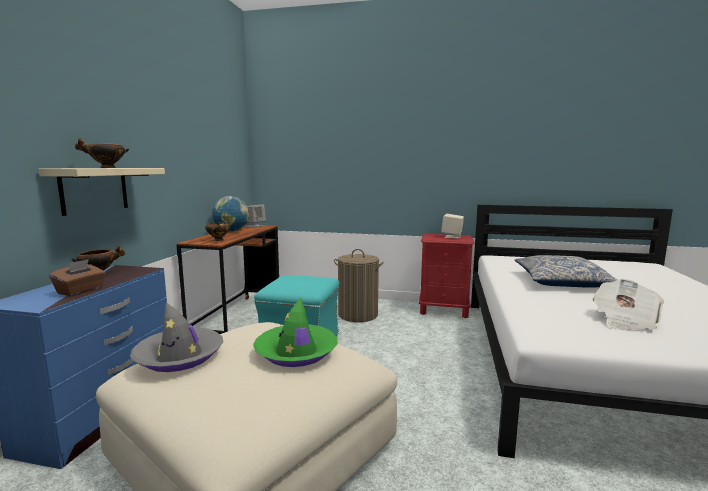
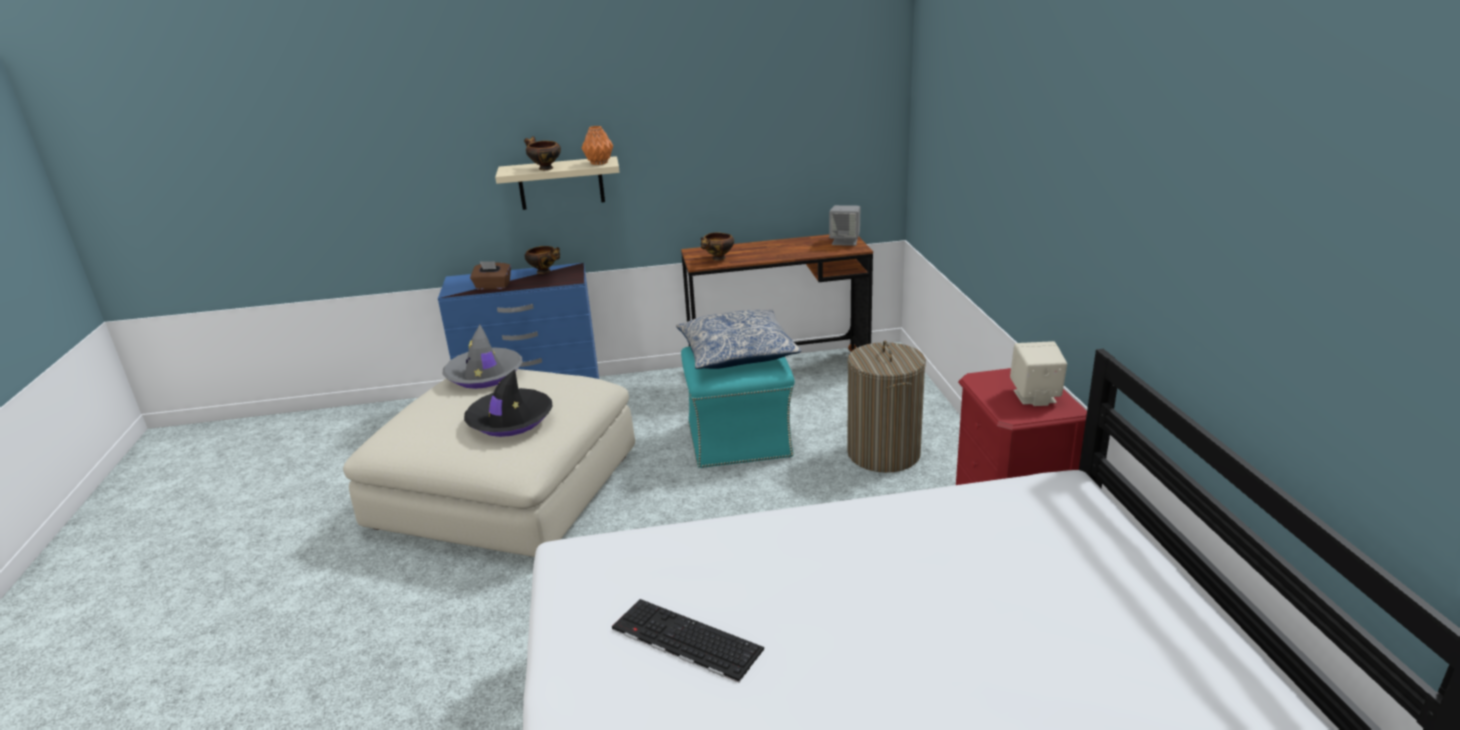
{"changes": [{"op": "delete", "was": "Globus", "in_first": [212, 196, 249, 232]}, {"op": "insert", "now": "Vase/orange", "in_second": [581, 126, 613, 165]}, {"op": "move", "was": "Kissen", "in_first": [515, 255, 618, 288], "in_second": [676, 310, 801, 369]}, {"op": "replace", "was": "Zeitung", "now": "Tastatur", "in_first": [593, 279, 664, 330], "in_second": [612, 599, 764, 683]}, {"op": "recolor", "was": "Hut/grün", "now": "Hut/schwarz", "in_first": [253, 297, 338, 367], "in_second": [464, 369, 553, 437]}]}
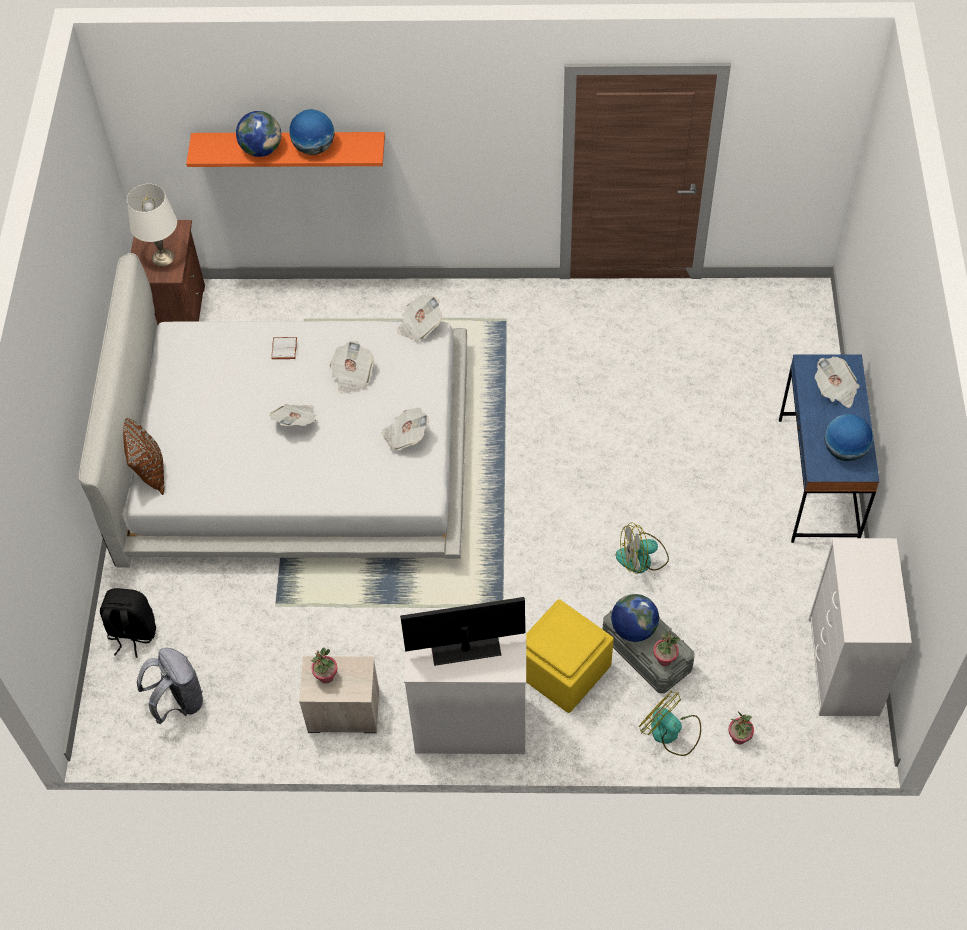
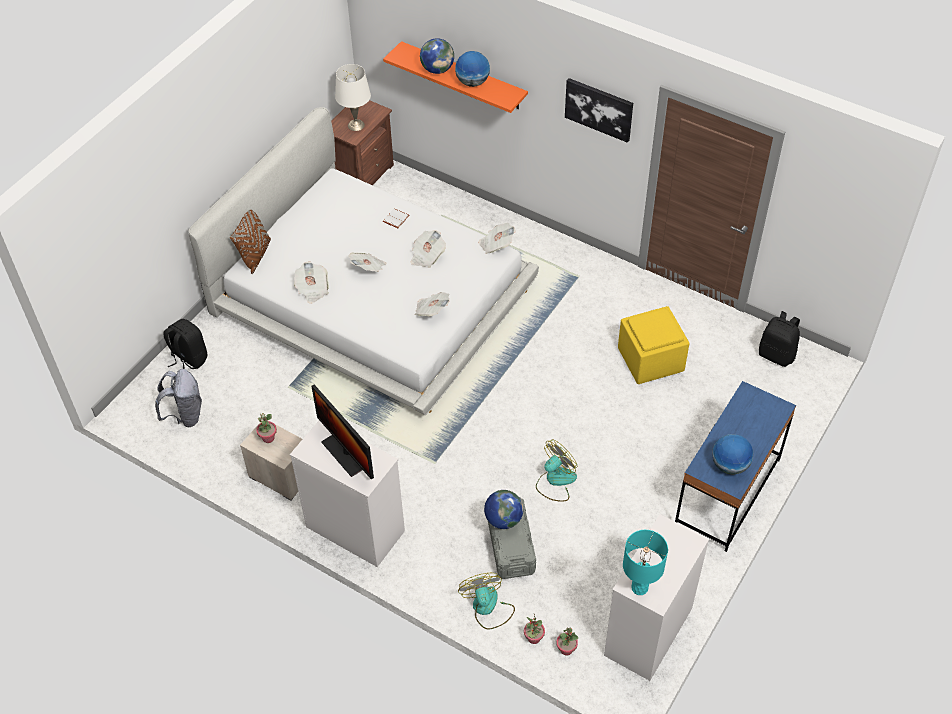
{"changes": [{"op": "insert", "now": "Bild", "in_second": [565, 78, 633, 143]}, {"op": "insert", "now": "Tischlampe/türkis", "in_second": [623, 530, 668, 595]}, {"op": "insert", "now": "Rucksack/schwarz", "in_second": [759, 311, 800, 367]}, {"op": "move", "was": "Polsterhocker/gelb", "in_first": [526, 599, 614, 713], "in_second": [618, 306, 689, 384]}, {"op": "move", "was": "Topfpflanze", "in_first": [653, 632, 680, 666], "in_second": [556, 627, 578, 655]}, {"op": "move", "was": "Zeitung", "in_first": [815, 357, 860, 408], "in_second": [294, 261, 329, 304]}, {"op": "rotate", "was": "Monitor", "in_first": [400, 597, 525, 666], "in_second": [311, 385, 374, 479], "clockwise": -150}, {"op": "rotate", "was": "Ventilator", "in_first": [616, 522, 669, 574], "in_second": [536, 439, 577, 502], "clockwise": 120}]}
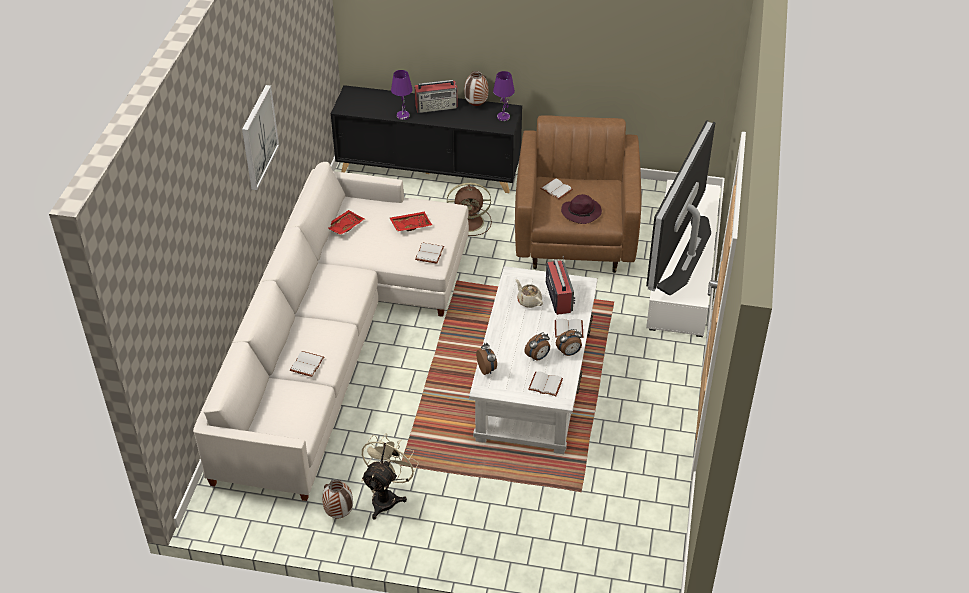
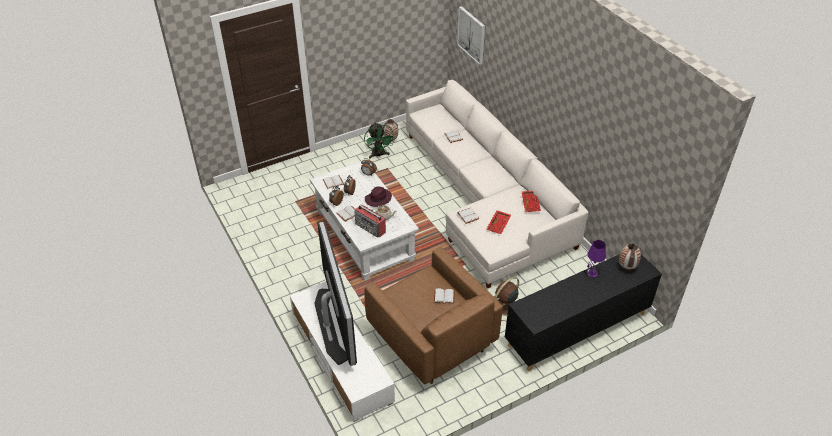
{"changes": [{"op": "delete", "was": "Radio", "in_first": [415, 80, 458, 113]}, {"op": "delete", "was": "Tischlampe/lila", "in_first": [493, 71, 515, 121]}, {"op": "move", "was": "Bild", "in_first": [242, 85, 279, 190], "in_second": [457, 6, 485, 65]}, {"op": "move", "was": "Vase", "in_first": [464, 71, 488, 106], "in_second": [619, 243, 641, 270]}, {"op": "move", "was": "Hut/lila", "in_first": [561, 194, 602, 224], "in_second": [365, 187, 392, 207]}, {"op": "recolor", "was": "Ventilator/beige", "now": "Ventilator/grün", "in_first": [361, 433, 419, 519], "in_second": [364, 122, 395, 159]}]}
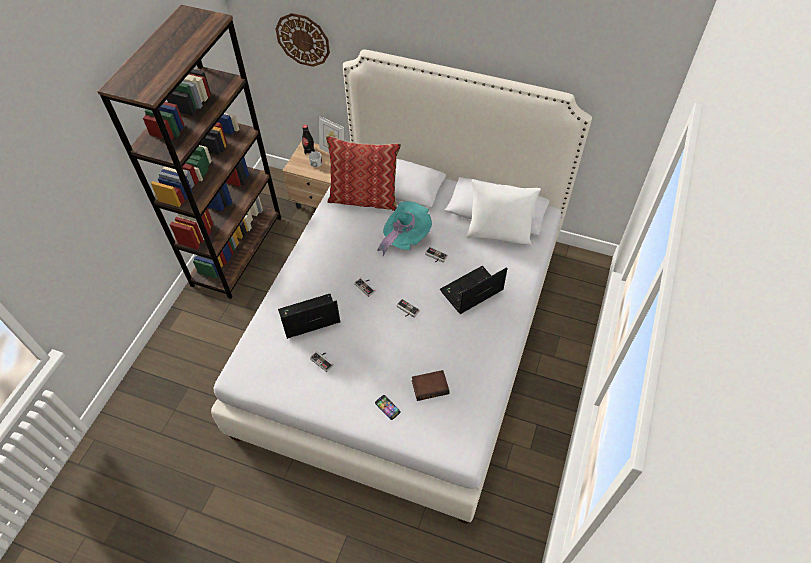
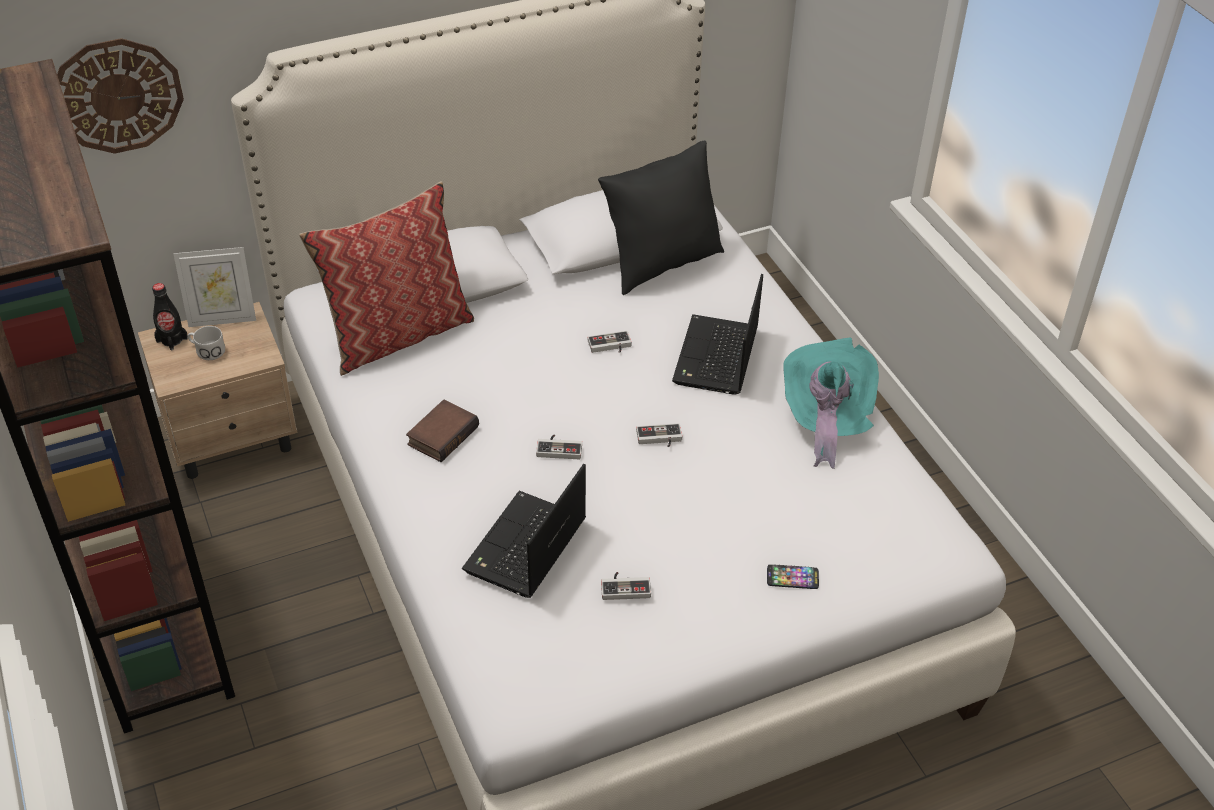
{"changes": [{"op": "move", "was": "Hut/türkis", "in_first": [377, 201, 432, 256], "in_second": [783, 338, 879, 469]}, {"op": "move", "was": "Buch", "in_first": [412, 370, 449, 401], "in_second": [406, 400, 479, 462]}, {"op": "recolor", "was": "Kissen/weiß", "now": "Kissen/schwarz", "in_first": [466, 179, 541, 246], "in_second": [598, 141, 724, 295]}]}
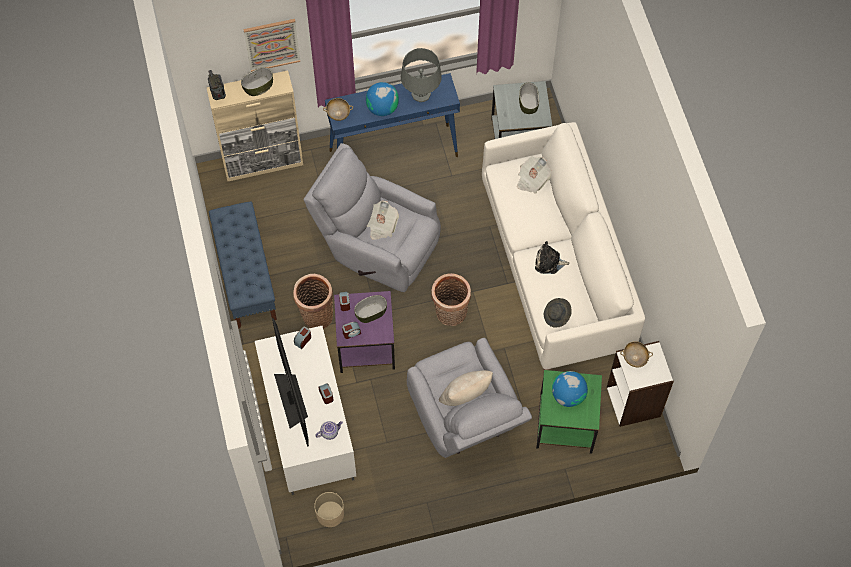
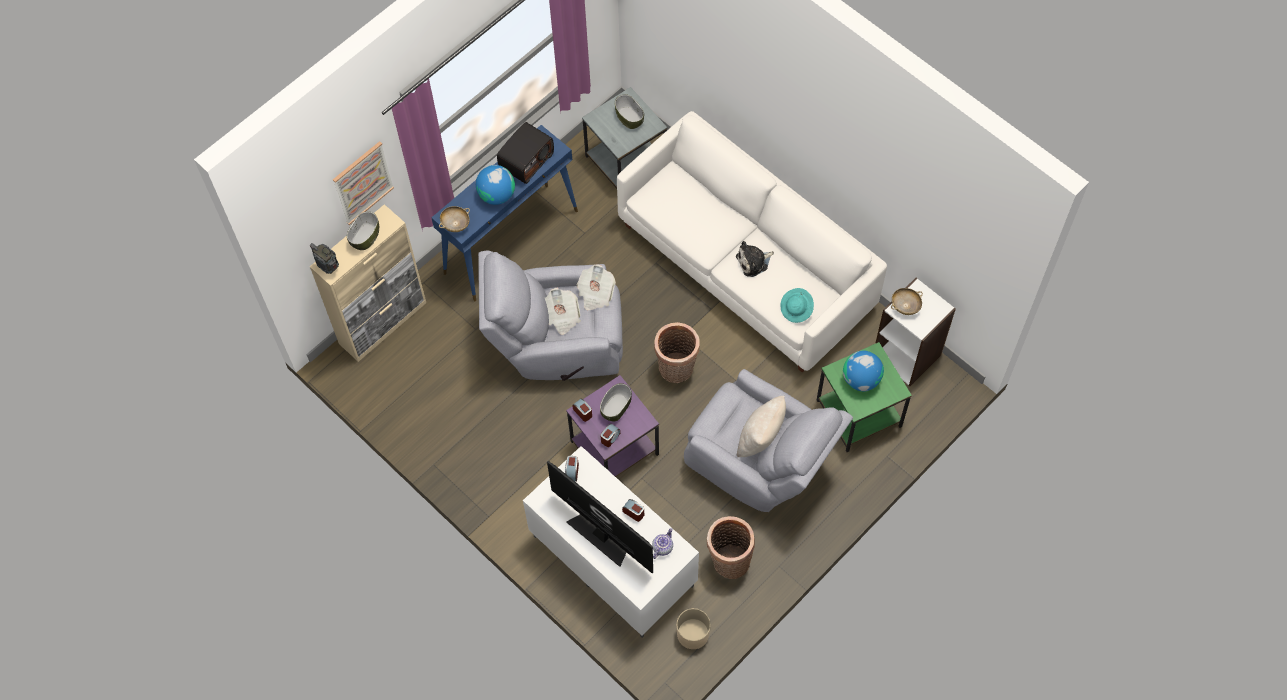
{"changes": [{"op": "delete", "was": "Bank/blau", "in_first": [209, 201, 277, 329]}, {"op": "move", "was": "Korb", "in_first": [293, 274, 333, 329], "in_second": [706, 516, 755, 579]}, {"op": "move", "was": "Zeitung", "in_first": [517, 157, 551, 194], "in_second": [577, 264, 616, 311]}, {"op": "replace", "was": "Tischlampe/grau", "now": "Radio", "in_first": [401, 48, 442, 102], "in_second": [497, 122, 554, 184]}, {"op": "recolor", "was": "Hut/grau", "now": "Hut/türkis", "in_first": [544, 298, 572, 328], "in_second": [781, 288, 814, 323]}]}
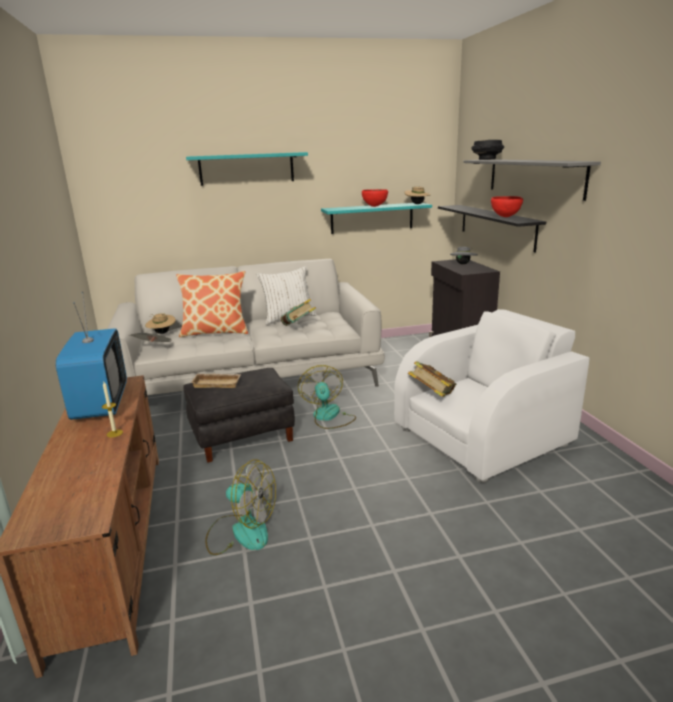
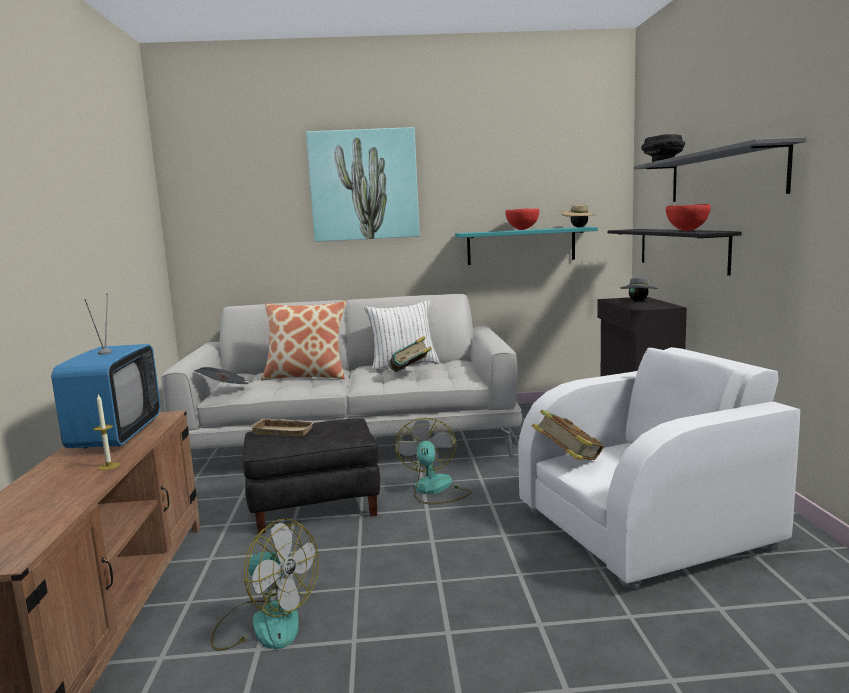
{"changes": [{"op": "delete", "was": "Hut/beige", "in_first": [145, 313, 176, 334]}, {"op": "replace", "was": "Wandregal/türkis", "now": "Bild", "in_first": [186, 152, 308, 186], "in_second": [306, 127, 420, 242]}]}
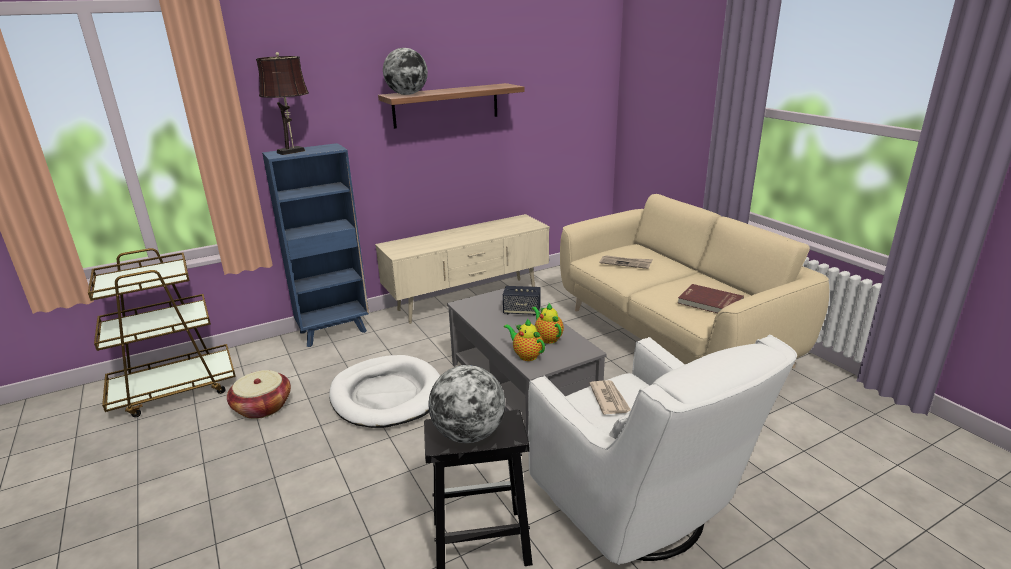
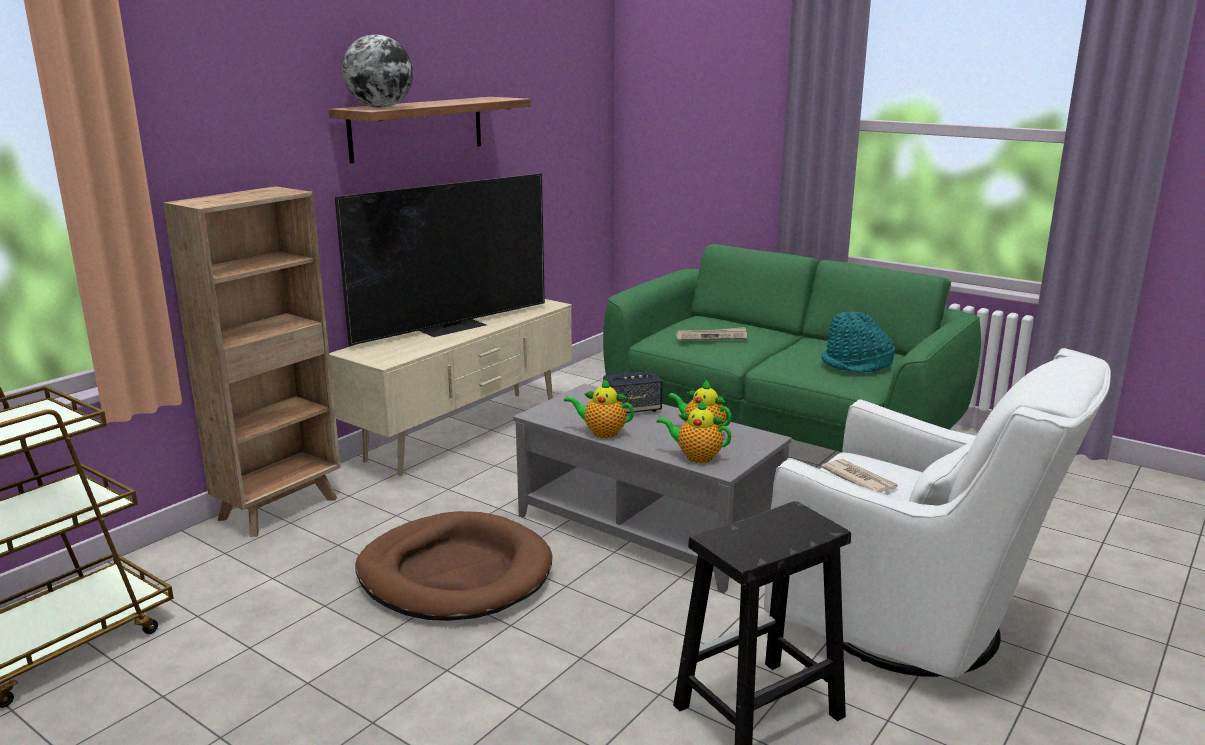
{"changes": [{"op": "delete", "was": "Korb", "in_first": [227, 370, 291, 419]}, {"op": "delete", "was": "Tischlampe/braun", "in_first": [256, 52, 309, 155]}, {"op": "delete", "was": "Globus", "in_first": [429, 365, 505, 443]}, {"op": "insert", "now": "Fernseher", "in_second": [335, 173, 545, 346]}, {"op": "insert", "now": "Teekanne", "in_second": [564, 379, 634, 438]}, {"op": "replace", "was": "Buch/rot", "now": "Hut/türkis", "in_first": [678, 284, 744, 313], "in_second": [821, 312, 895, 373]}, {"op": "recolor", "was": "Bücherregal/blau", "now": "Bücherregal/braun", "in_first": [262, 143, 369, 347], "in_second": [163, 186, 341, 537]}, {"op": "recolor", "was": "Hundebett/weiß", "now": "Hundebett/braun", "in_first": [329, 355, 440, 428], "in_second": [355, 511, 552, 621]}, {"op": "recolor", "was": "Sofa/beige", "now": "Sofa/grün", "in_first": [560, 194, 829, 368], "in_second": [603, 244, 981, 452]}]}
